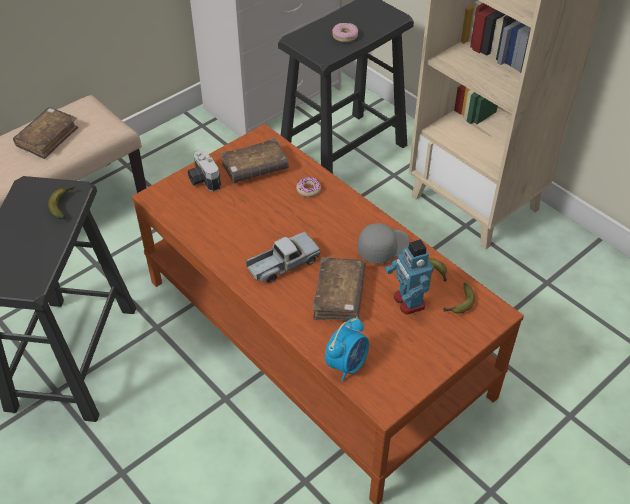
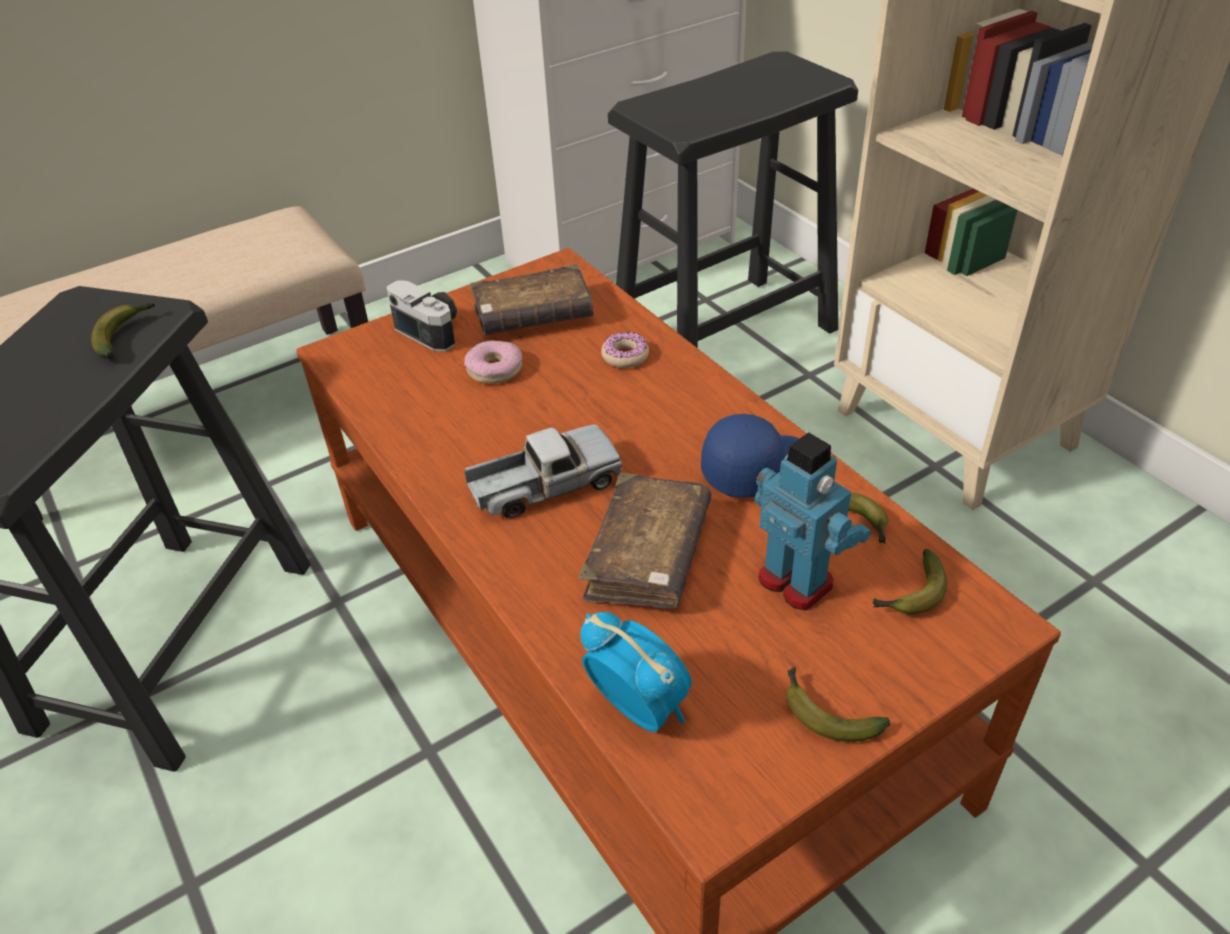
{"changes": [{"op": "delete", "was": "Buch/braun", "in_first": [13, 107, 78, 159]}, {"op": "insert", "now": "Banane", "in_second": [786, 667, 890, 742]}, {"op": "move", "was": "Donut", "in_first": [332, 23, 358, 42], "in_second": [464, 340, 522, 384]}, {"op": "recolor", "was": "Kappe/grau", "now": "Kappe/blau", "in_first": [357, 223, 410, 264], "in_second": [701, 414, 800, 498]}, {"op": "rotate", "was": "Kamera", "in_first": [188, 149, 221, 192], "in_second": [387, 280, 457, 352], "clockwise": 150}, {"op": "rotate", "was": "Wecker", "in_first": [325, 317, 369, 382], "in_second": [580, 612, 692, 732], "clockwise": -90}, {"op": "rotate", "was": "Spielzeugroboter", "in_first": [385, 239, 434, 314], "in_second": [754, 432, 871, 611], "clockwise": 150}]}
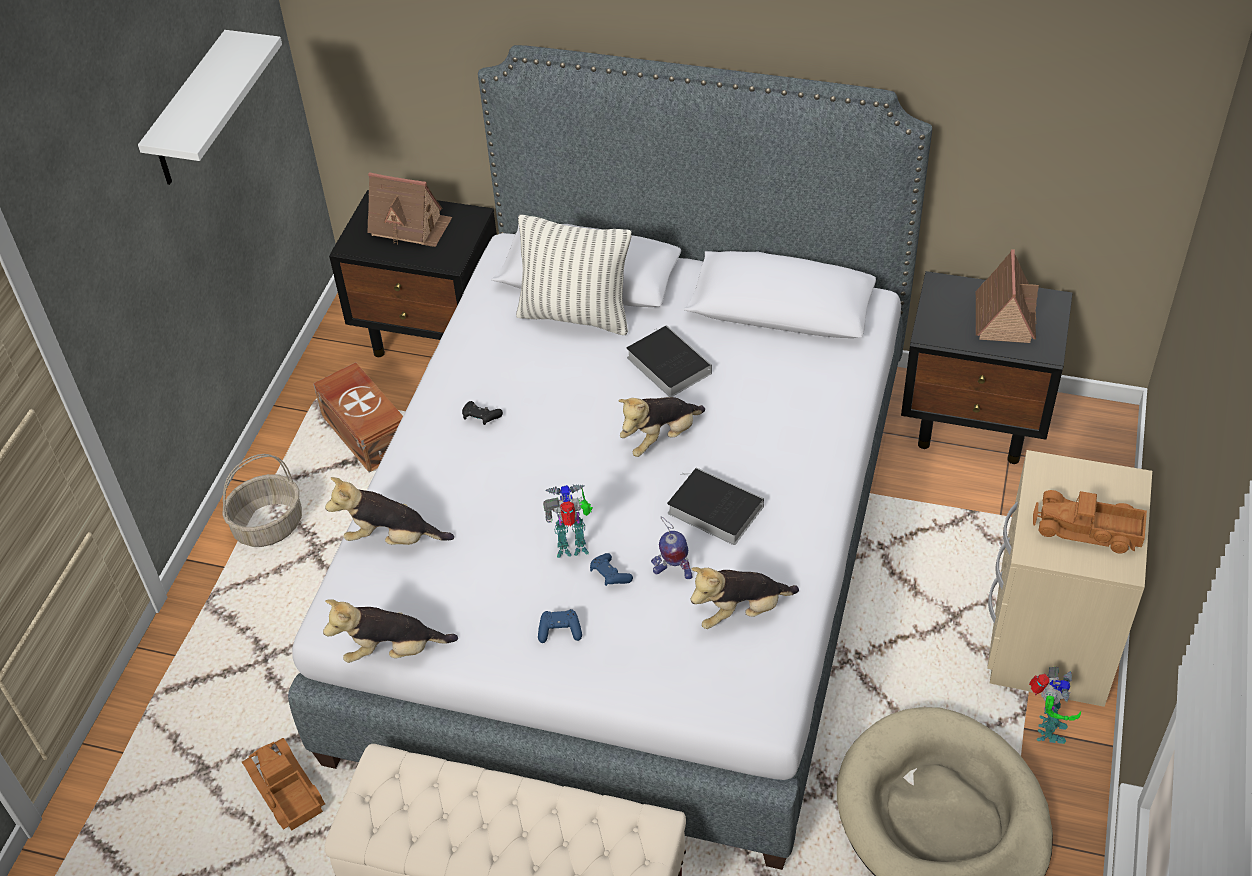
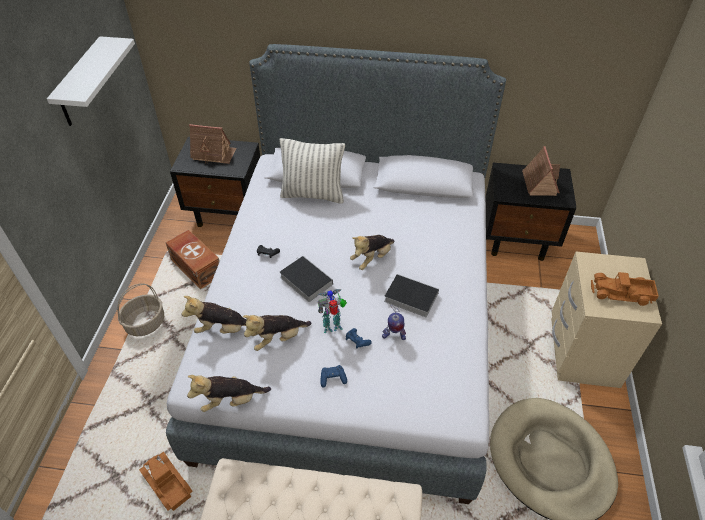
{"changes": [{"op": "delete", "was": "Spielzeugroboter", "in_first": [1029, 667, 1081, 744]}, {"op": "move", "was": "Buch", "in_first": [626, 325, 712, 397], "in_second": [280, 256, 333, 302]}, {"op": "move", "was": "Plüschtier", "in_first": [690, 567, 799, 629], "in_second": [243, 315, 312, 351]}]}
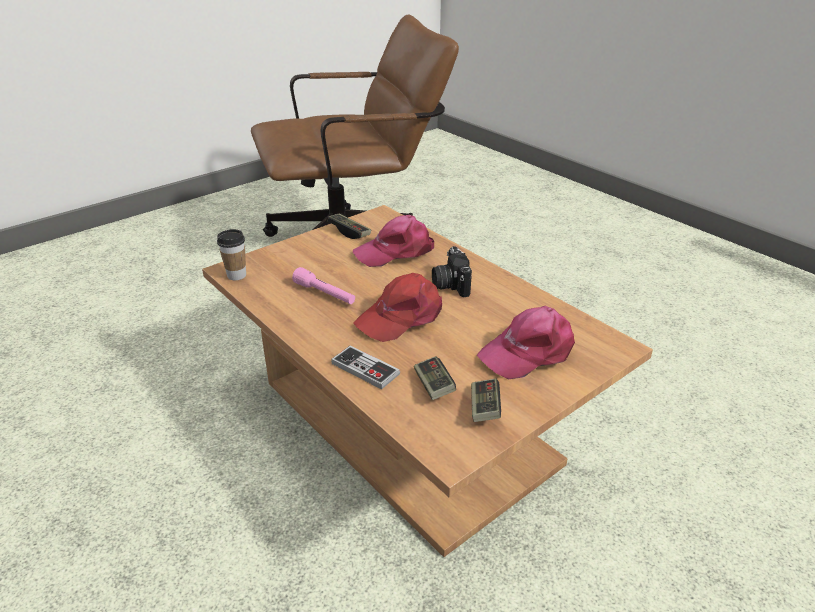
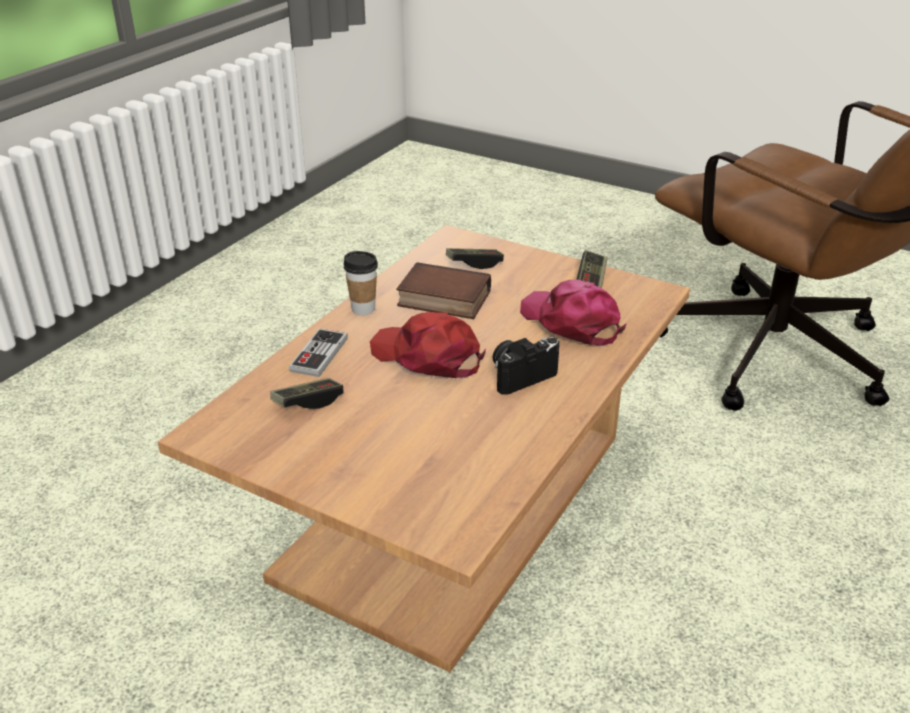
{"changes": [{"op": "delete", "was": "Kappe/rosa", "in_first": [477, 306, 575, 379]}, {"op": "move", "was": "Tasse", "in_first": [217, 229, 246, 280], "in_second": [344, 251, 378, 315]}, {"op": "move", "was": "Gamepad", "in_first": [471, 378, 501, 422], "in_second": [446, 248, 504, 269]}, {"op": "replace", "was": "Taschenlampe/rosa", "now": "Buch", "in_first": [292, 267, 355, 304], "in_second": [397, 262, 491, 319]}]}
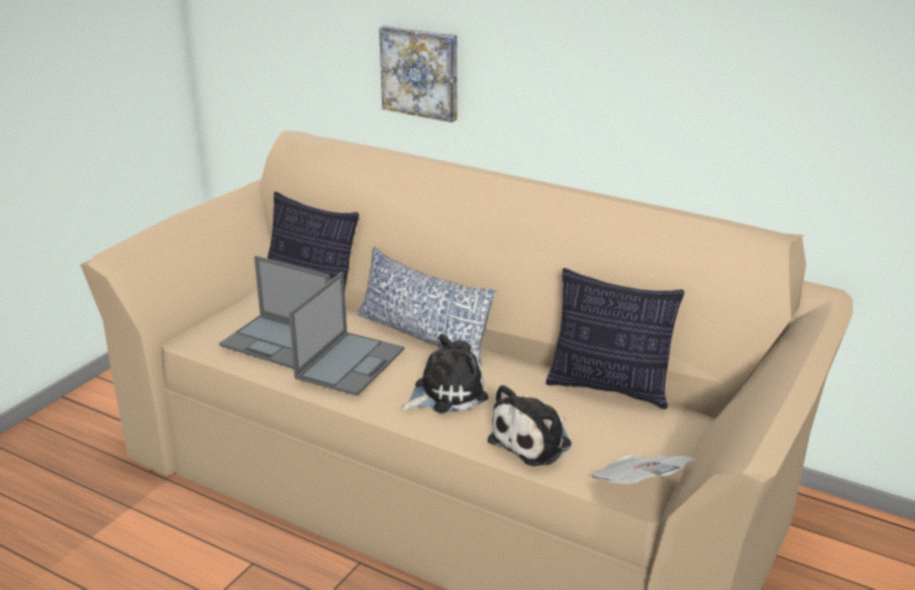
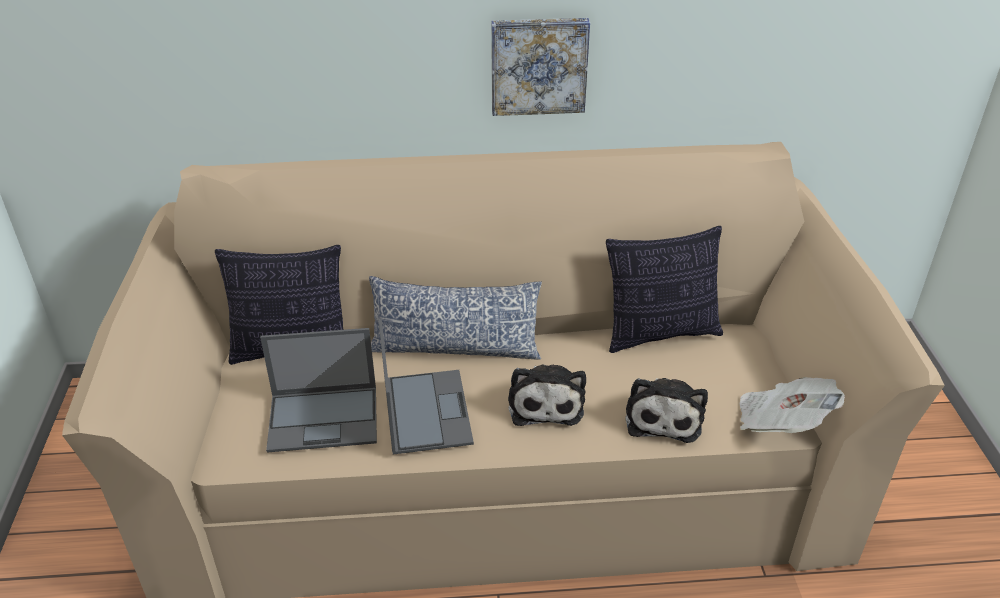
{"changes": [{"op": "move", "was": "Bild", "in_first": [379, 25, 457, 122], "in_second": [491, 18, 590, 116]}, {"op": "rotate", "was": "Plüschtier", "in_first": [401, 334, 489, 413], "in_second": [508, 365, 586, 426], "clockwise": 150}]}
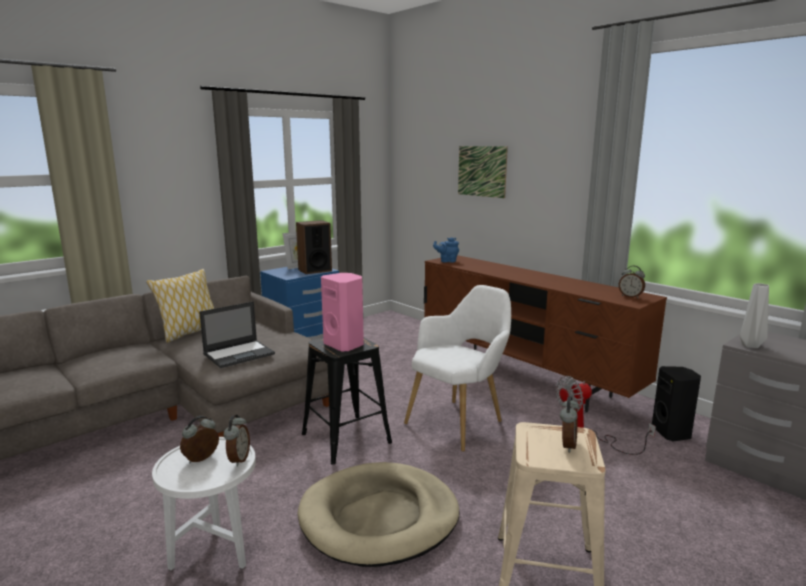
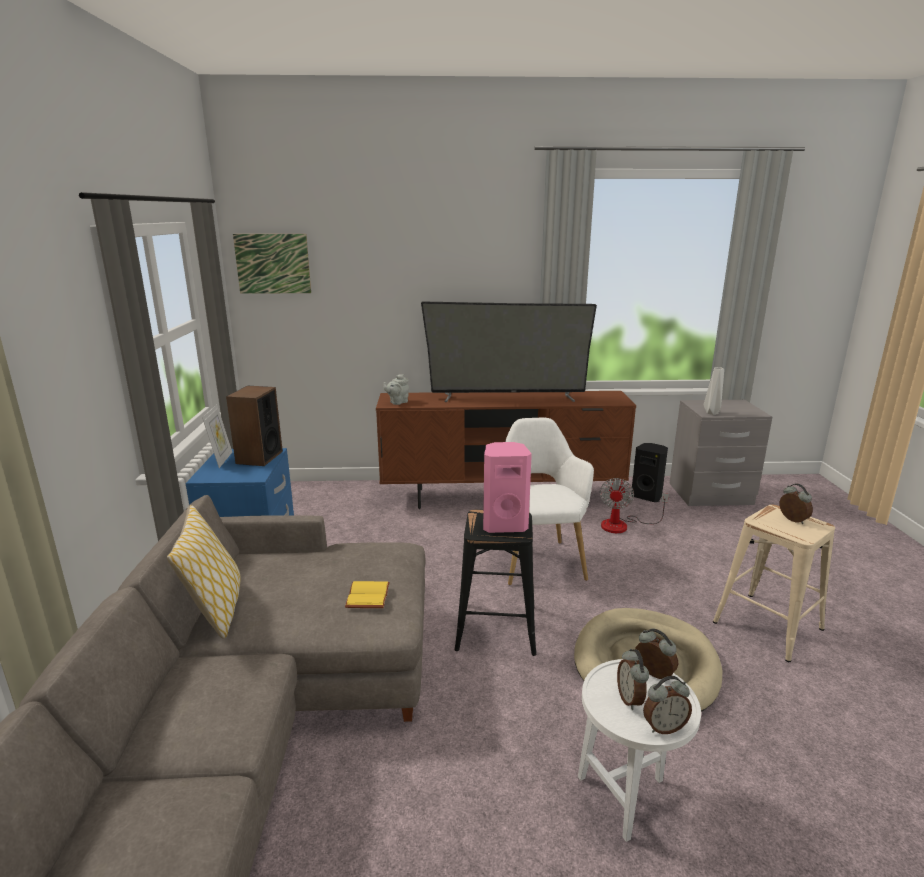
{"changes": [{"op": "insert", "now": "Fernseher", "in_second": [421, 301, 597, 402]}, {"op": "move", "was": "Bild", "in_first": [458, 146, 508, 198], "in_second": [233, 234, 311, 294]}, {"op": "move", "was": "Wecker", "in_first": [619, 266, 645, 298], "in_second": [643, 676, 692, 734]}, {"op": "replace", "was": "Laptop", "now": "Buch/gelb", "in_first": [199, 301, 275, 368], "in_second": [345, 581, 390, 608]}, {"op": "recolor", "was": "Teekanne/blau", "now": "Teekanne/grau", "in_first": [433, 237, 459, 263], "in_second": [384, 374, 409, 405]}]}
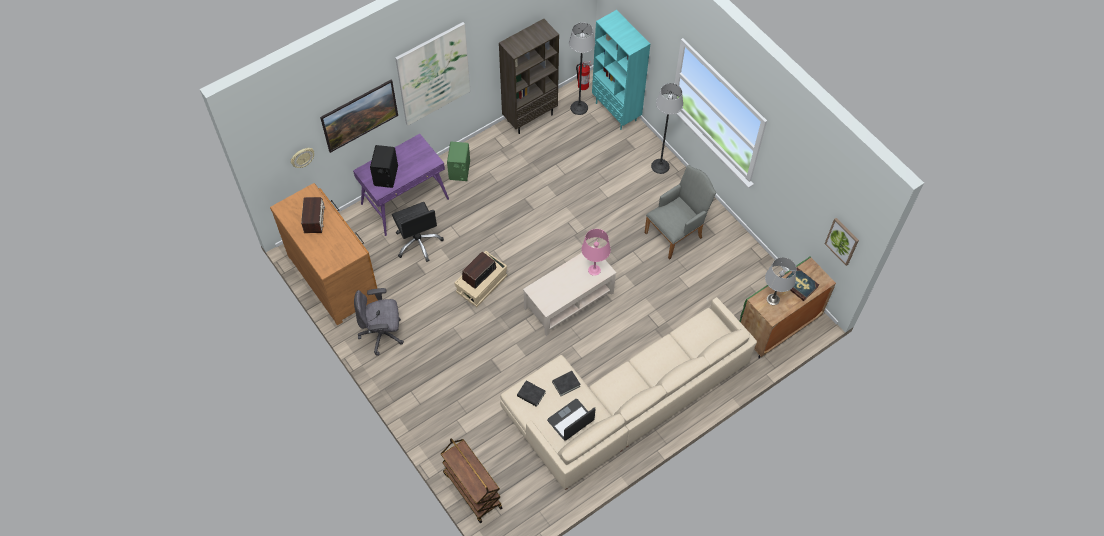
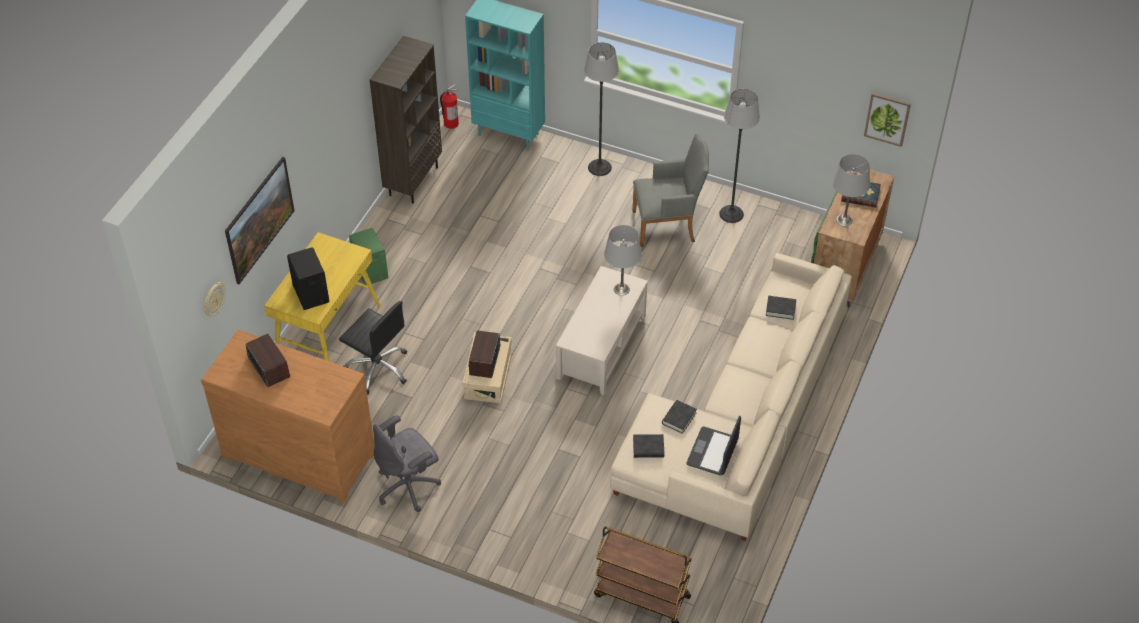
{"changes": [{"op": "delete", "was": "Bild", "in_first": [395, 22, 470, 126]}, {"op": "insert", "now": "Buch/schwarz", "in_second": [766, 296, 797, 320]}, {"op": "move", "was": "Stehlampe", "in_first": [569, 22, 595, 115], "in_second": [719, 89, 760, 223]}, {"op": "recolor", "was": "Schreibtisch/lila", "now": "Schreibtisch/gelb", "in_first": [353, 134, 449, 236], "in_second": [264, 232, 381, 362]}, {"op": "recolor", "was": "Tischlampe/rosa", "now": "Tischlampe/grau", "in_first": [581, 229, 611, 276], "in_second": [604, 225, 642, 296]}, {"op": "rotate", "was": "Sessel/grau", "in_first": [645, 165, 716, 260], "in_second": [633, 133, 709, 247], "clockwise": 60}]}
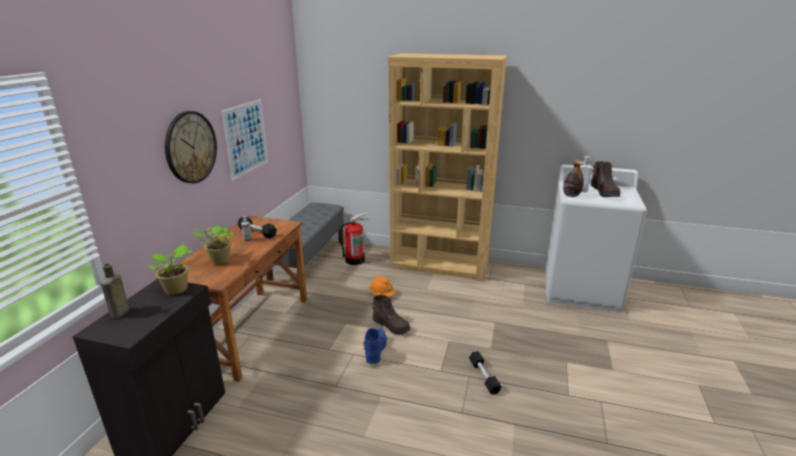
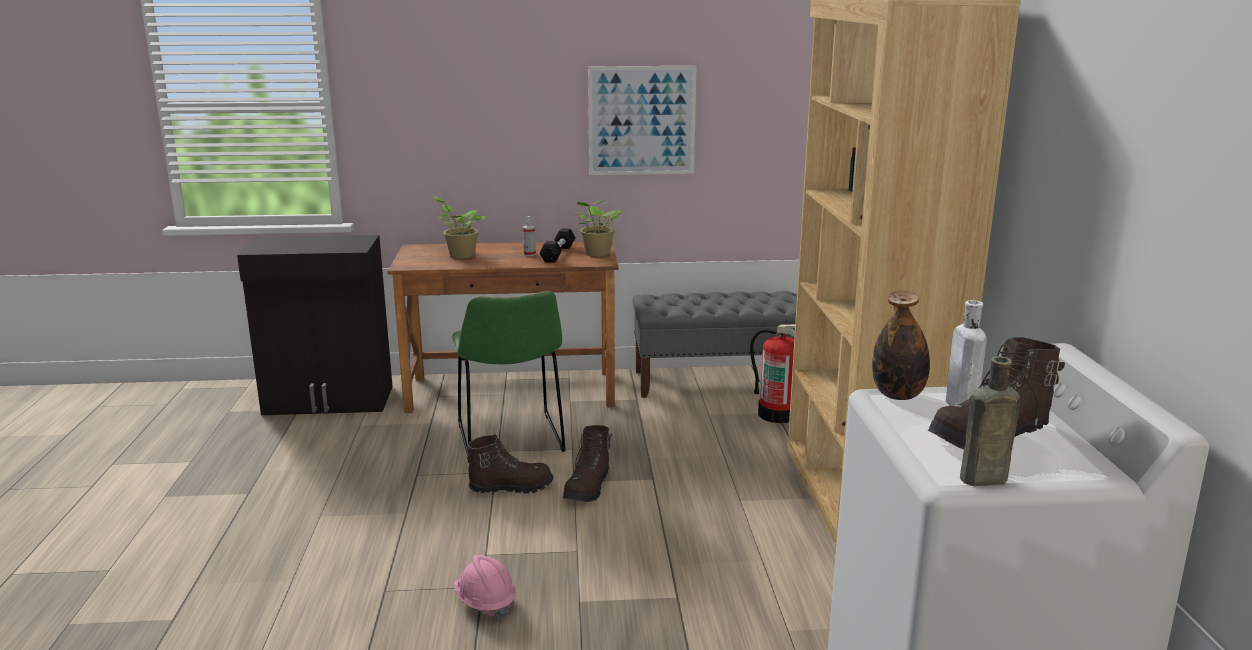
{"changes": [{"op": "delete", "was": "Wanduhr", "in_first": [165, 111, 217, 183]}, {"op": "delete", "was": "Schutzhelm/orange", "in_first": [370, 276, 396, 297]}, {"op": "insert", "now": "Stuhl/grün", "in_second": [452, 291, 566, 463]}, {"op": "move", "was": "Flasche/braun", "in_first": [101, 263, 129, 319], "in_second": [960, 356, 1020, 486]}, {"op": "move", "was": "Topfpflanze", "in_first": [148, 244, 193, 295], "in_second": [573, 200, 623, 257]}, {"op": "replace", "was": "Hantel/schwarz", "now": "Schutzhelm/rosa", "in_first": [469, 351, 501, 394], "in_second": [454, 555, 516, 619]}, {"op": "recolor", "was": "Stiefel/blau", "now": "Stiefel/braun", "in_first": [363, 328, 387, 364], "in_second": [467, 434, 554, 493]}]}
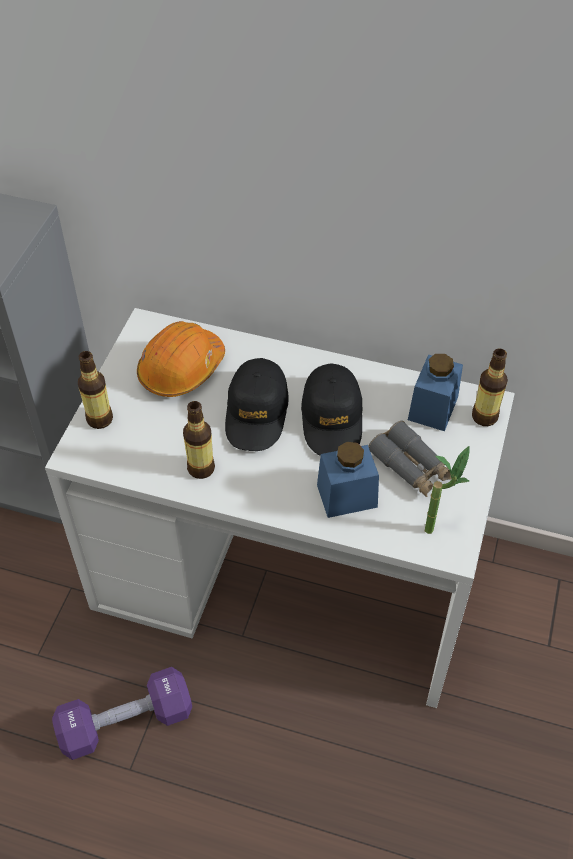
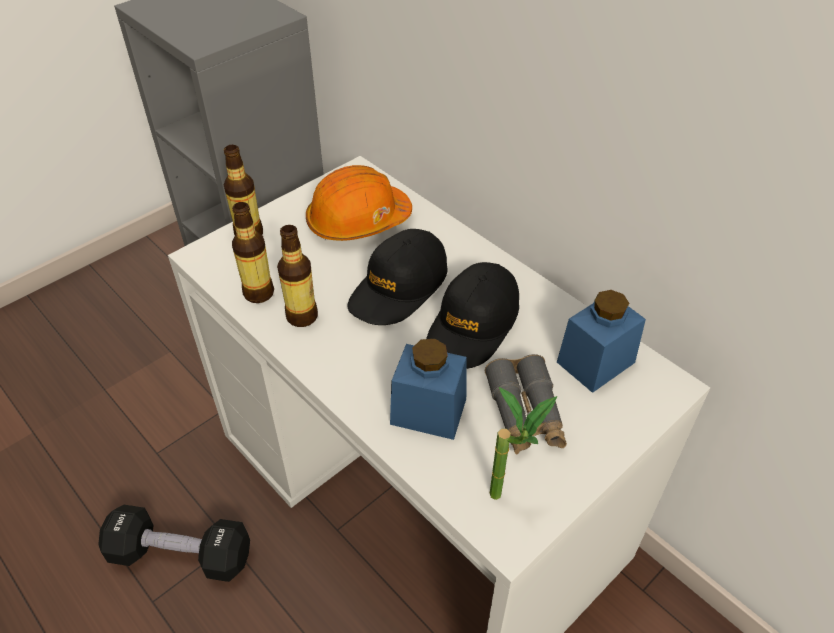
{"changes": [{"op": "move", "was": "Flasche", "in_first": [472, 348, 508, 426], "in_second": [232, 202, 274, 303]}, {"op": "recolor", "was": "Hantel/lila", "now": "Hantel/schwarz", "in_first": [52, 667, 192, 760], "in_second": [98, 505, 250, 582]}]}
